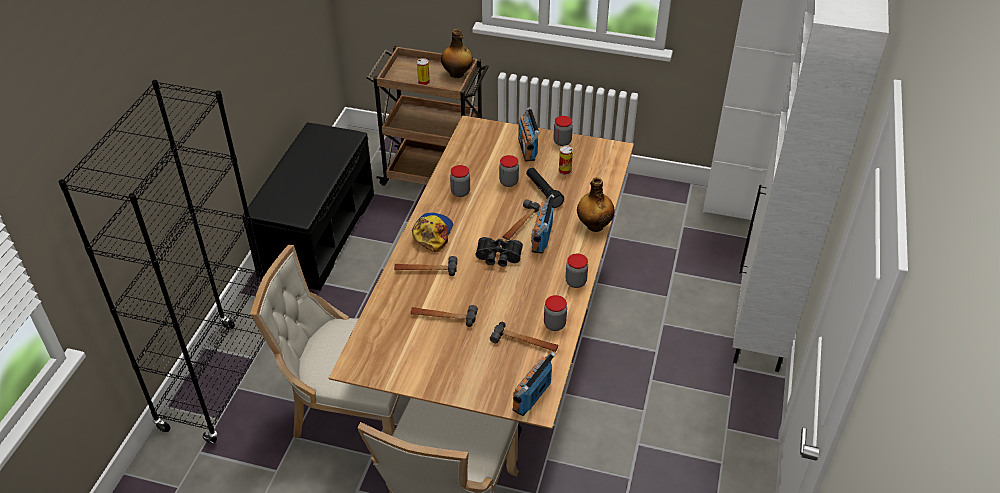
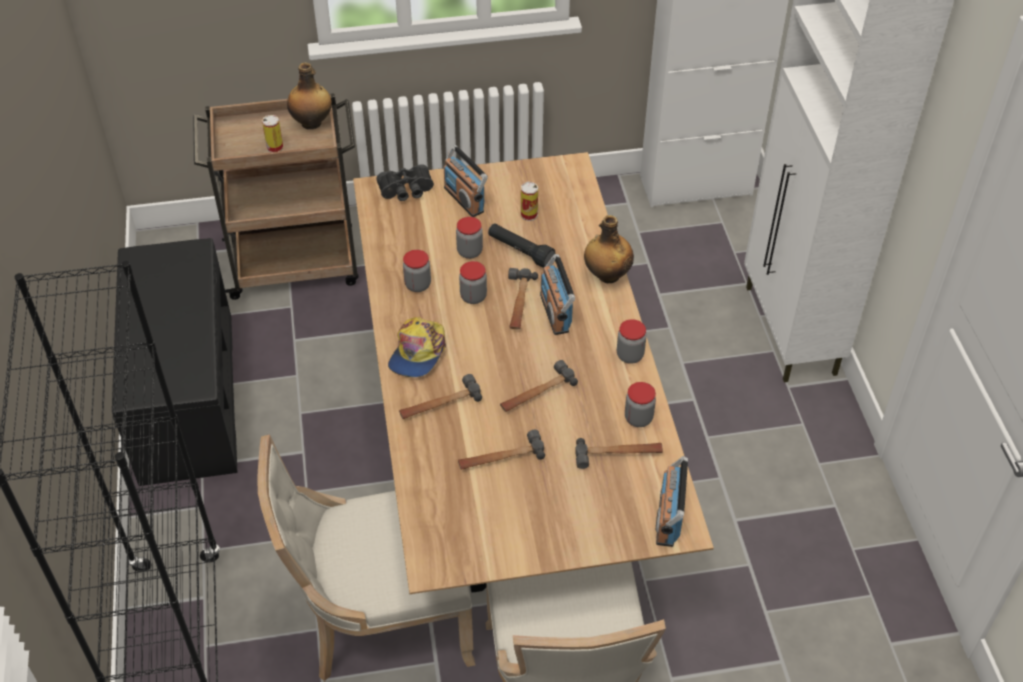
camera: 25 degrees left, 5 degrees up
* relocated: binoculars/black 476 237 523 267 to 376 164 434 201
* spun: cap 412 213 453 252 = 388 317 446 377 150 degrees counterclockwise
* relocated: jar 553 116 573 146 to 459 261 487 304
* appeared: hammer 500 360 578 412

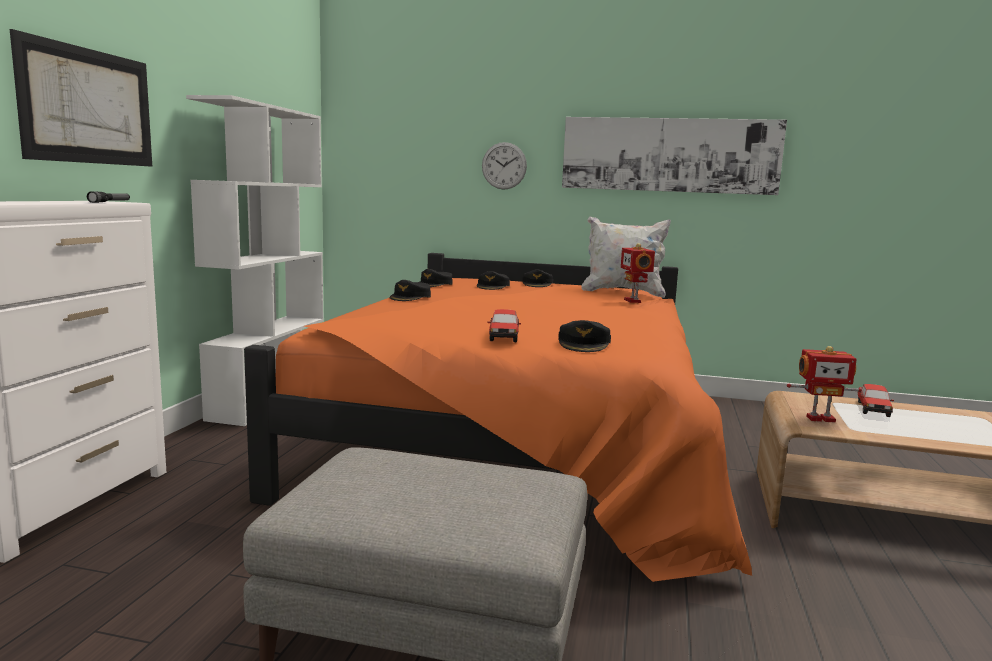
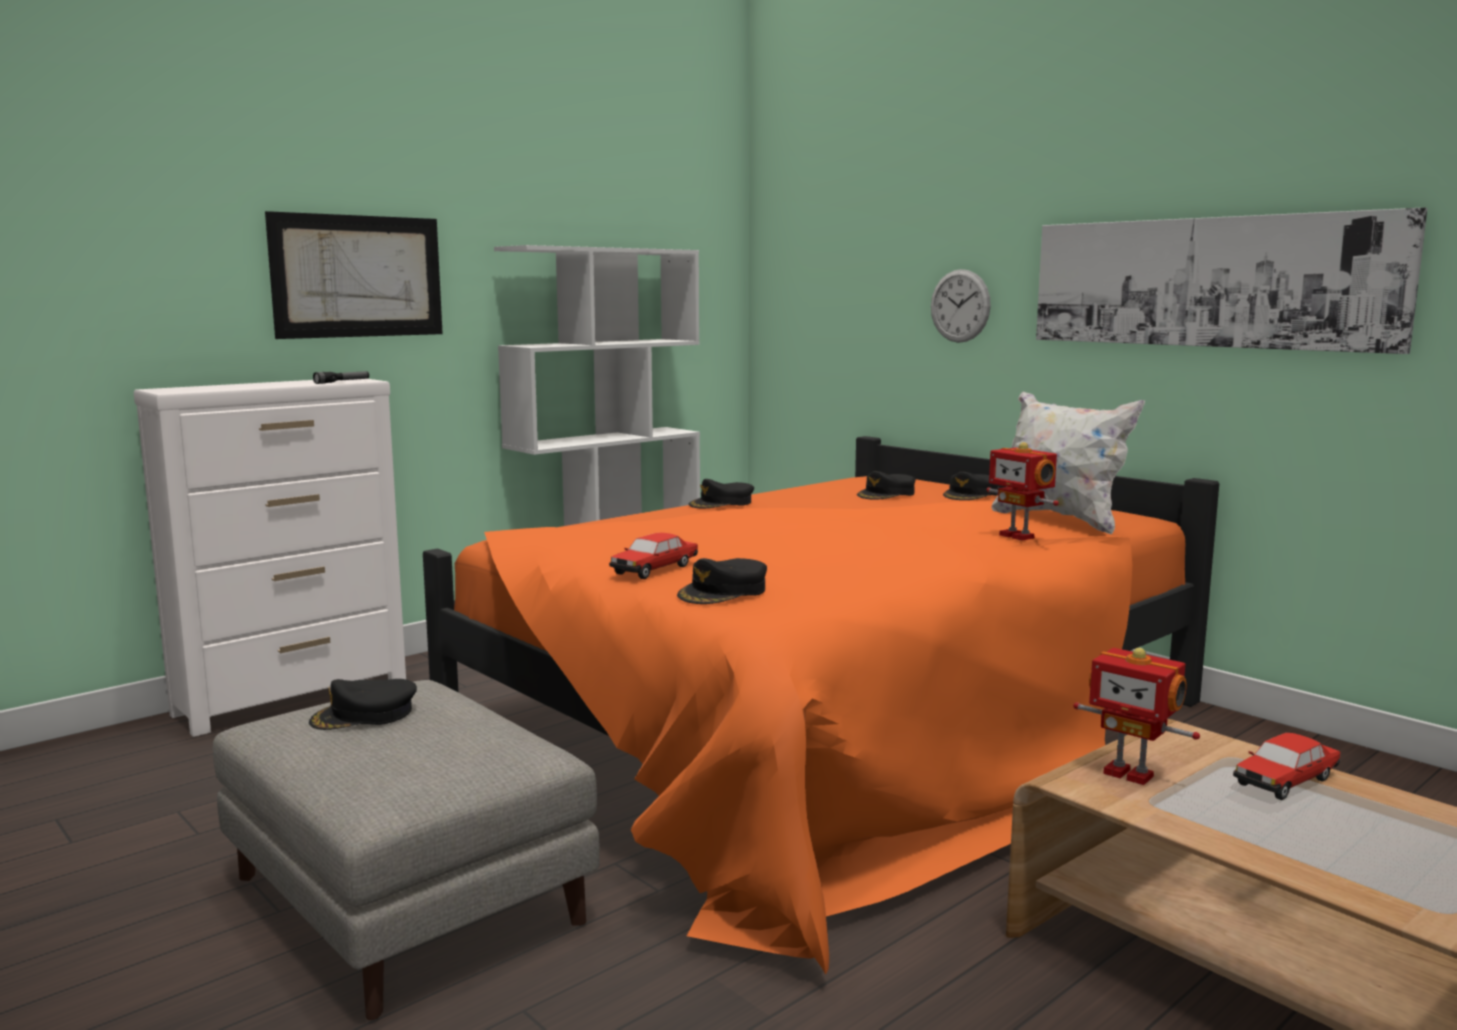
camera: 35 degrees right, 0 degrees up
* relocated: cap/black 420 269 453 287 to 309 679 417 730
* spun: toy robot 621 243 655 303 = 987 442 1059 541 60 degrees counterclockwise

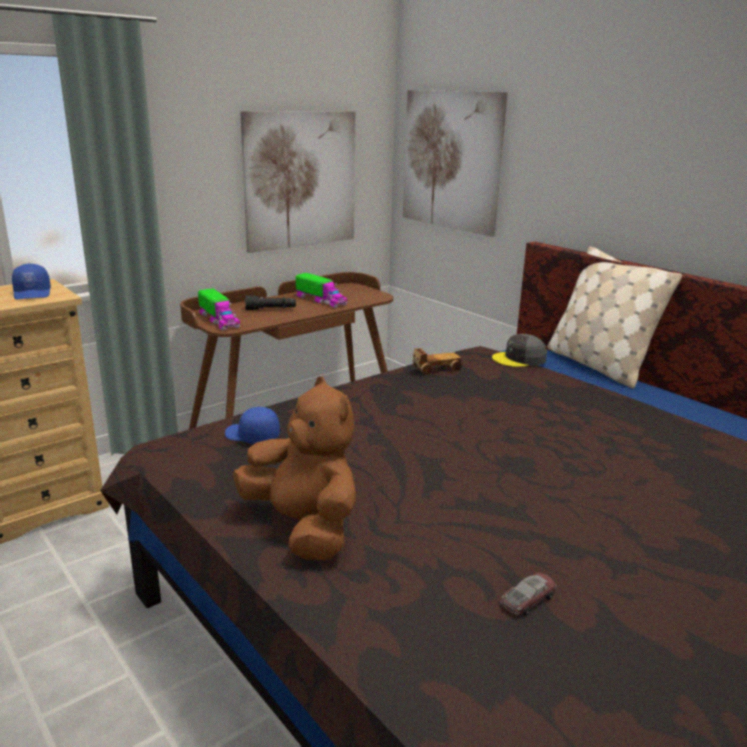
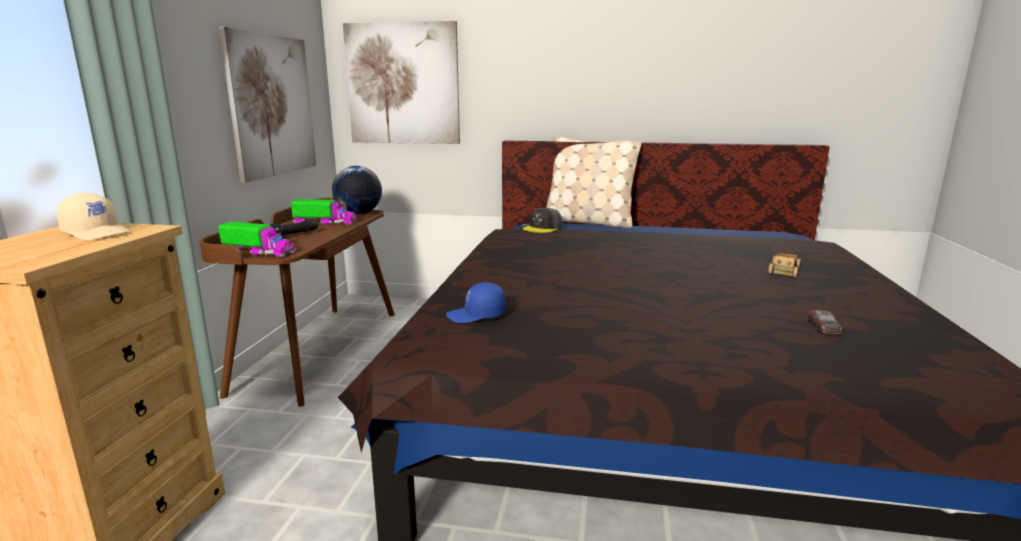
camera: 40 degrees left, 5 degrees down
* colour: cap/blue 12 263 51 300 to cap/beige 57 192 131 240
* appeared: globe 332 166 382 215
* relocated: toy car 413 348 462 375 to 768 253 801 278
* missing: plush toy/brown 233 376 356 560

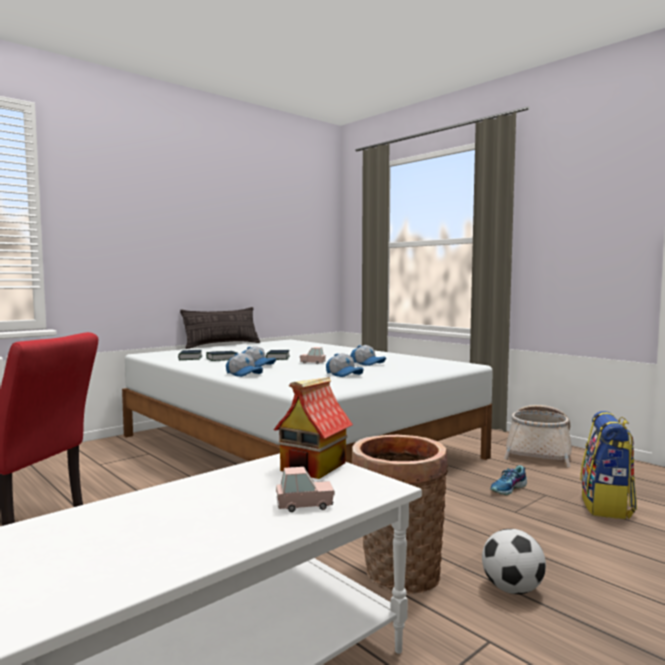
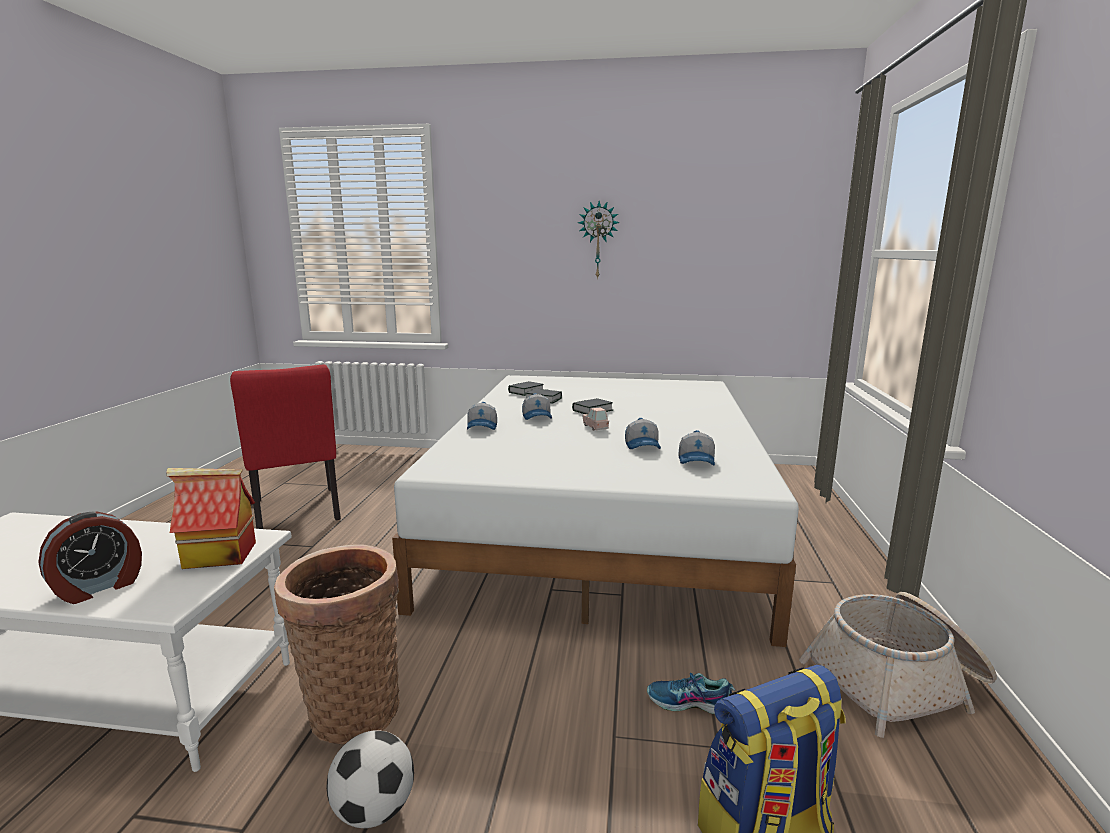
camera: 50 degrees right, 10 degrees up
* exchanged: toy car/pink 276 467 335 512 to alarm clock 38 511 142 604
* appeared: wall clock 578 201 620 279
* relocated: cap 326 353 364 377 to 679 430 715 465
* missing: pillow 180 307 260 349

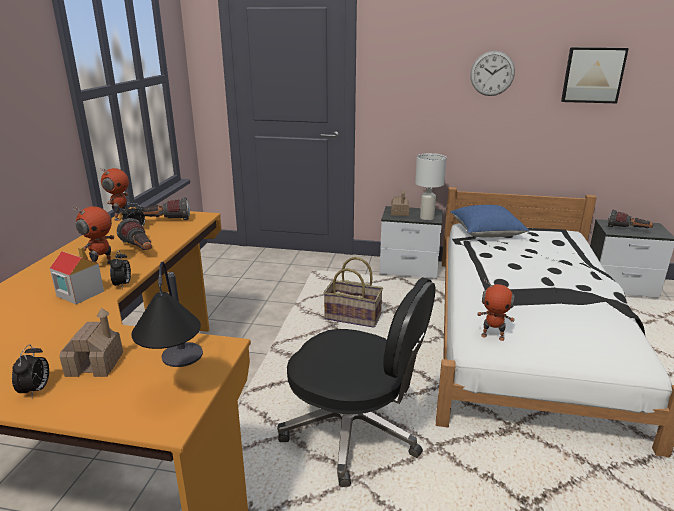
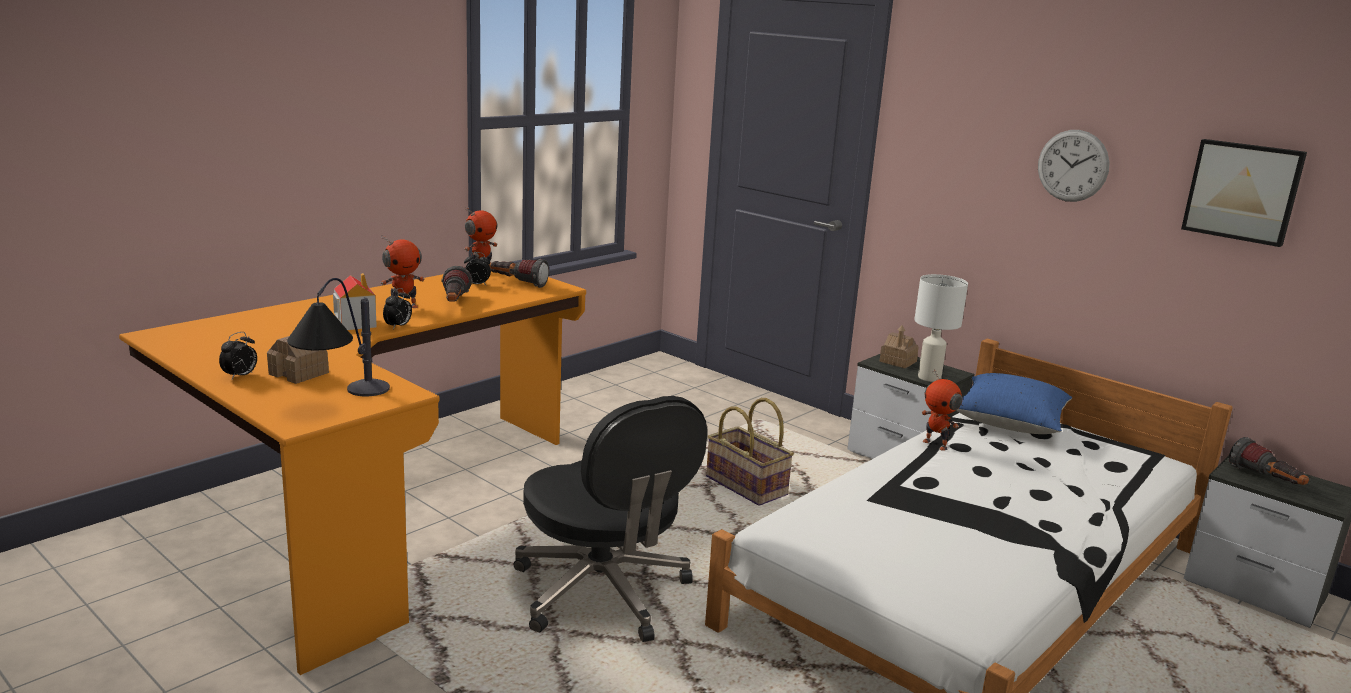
camera: 30 degrees right, 5 degrees down
* relocated: toy robot 477 278 515 341 to 922 369 962 451

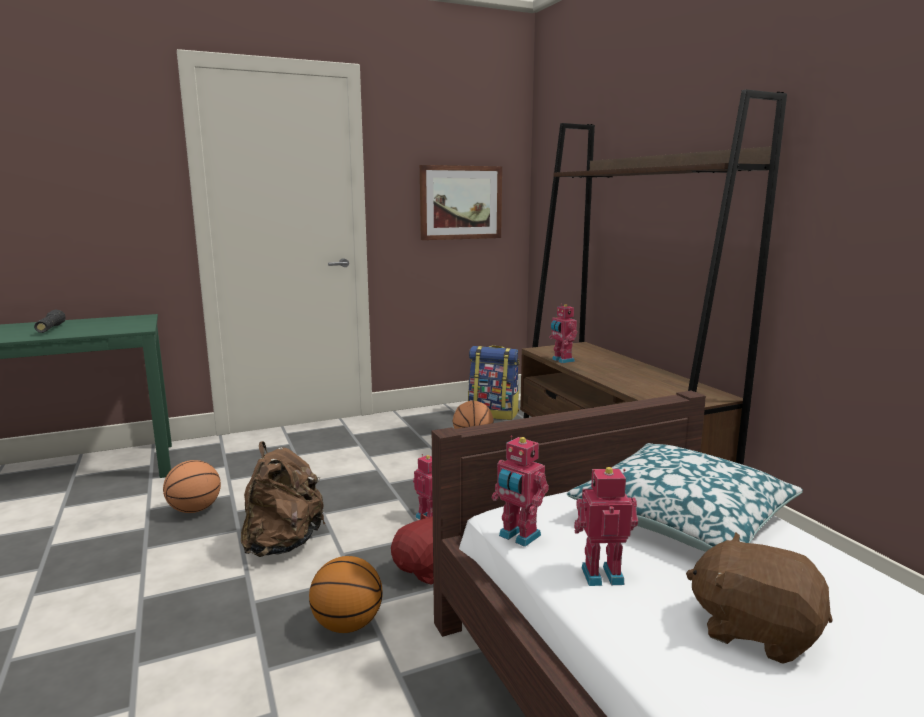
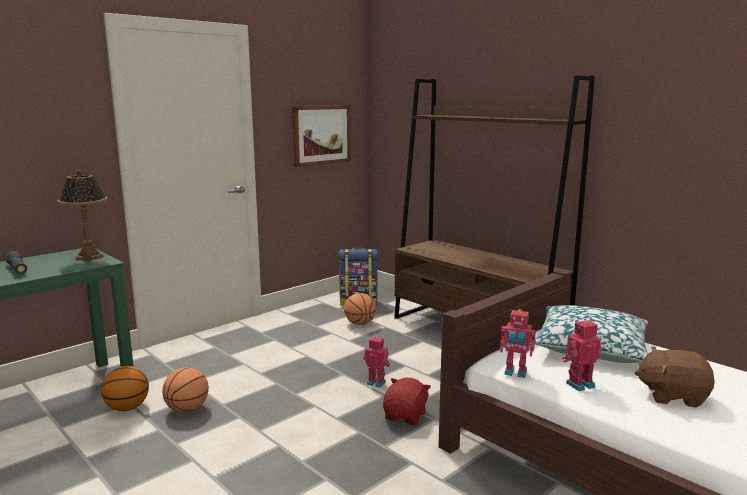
camera: 20 degrees left, 0 degrees up
* appeared: table lamp 57 170 108 261
* relocated: basketball 309 556 383 633 to 101 366 149 411
* missing: backpack/brown 241 441 325 557
* missing: toy robot 549 304 577 363

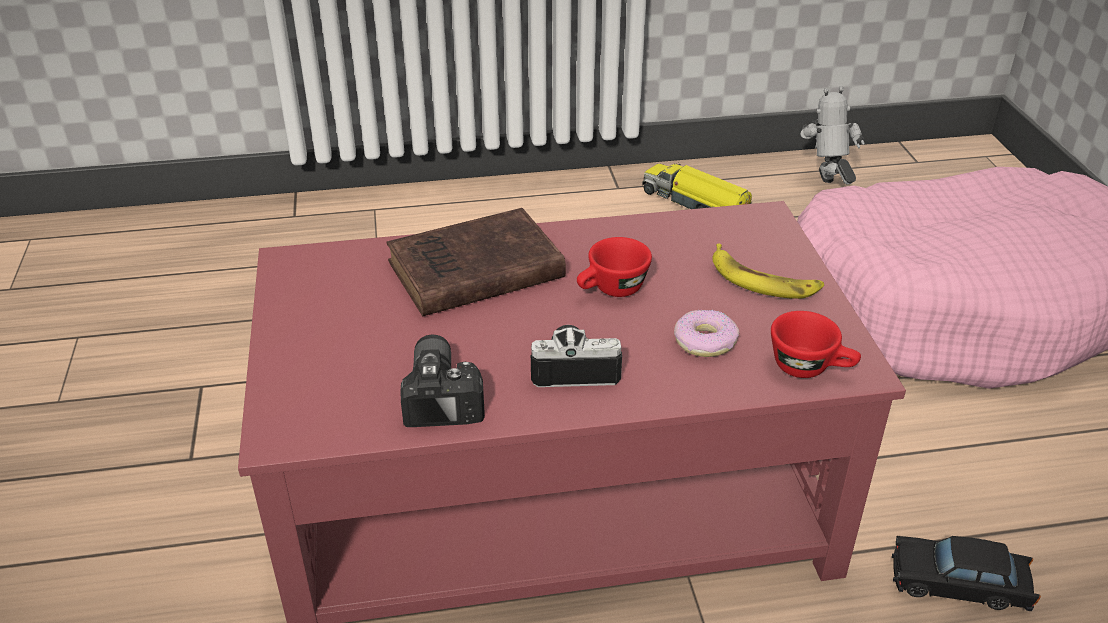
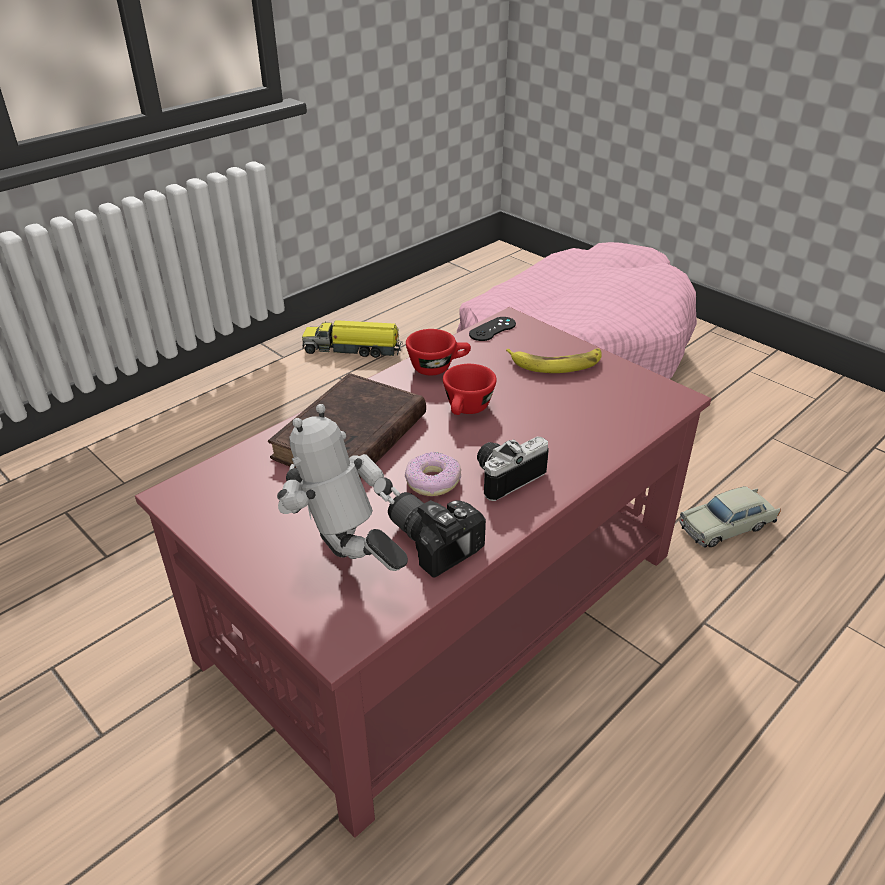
camera: 35 degrees left, 0 degrees up
* relocated: toy robot 800 86 865 185 to 277 404 408 571
* relocated: donut 674 309 740 357 to 405 452 461 496
* relocated: cup/red 771 311 861 378 to 406 329 471 376
* appeared: game controller/black 469 317 516 341
* colour: toy car/black 892 536 1041 611 to toy car/beige 679 486 781 548

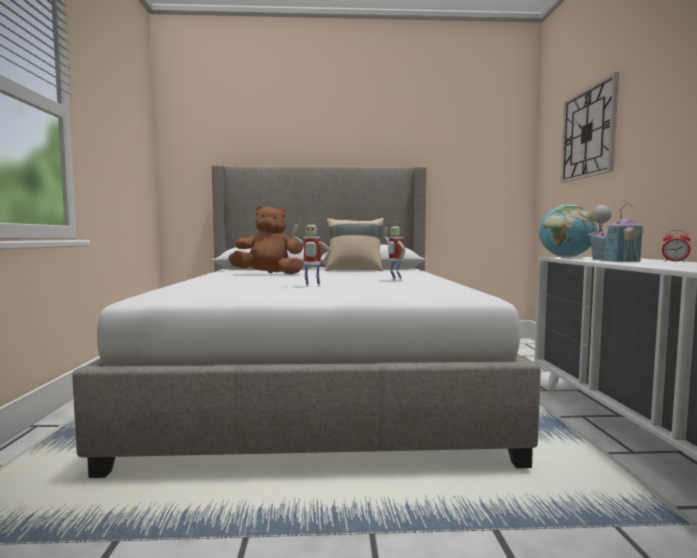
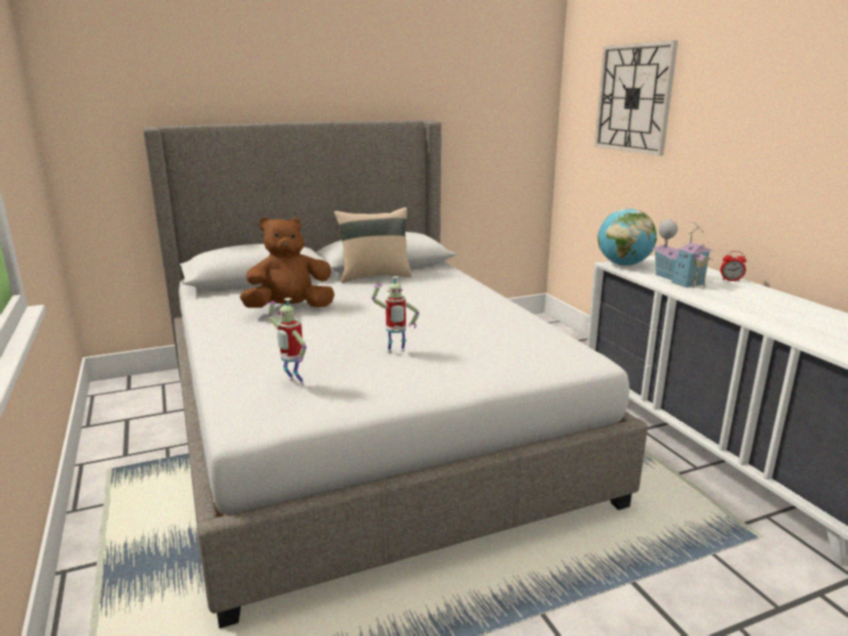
camera: 20 degrees left, 15 degrees up
* relocated: toy robot 384 222 405 281 to 267 298 307 385

